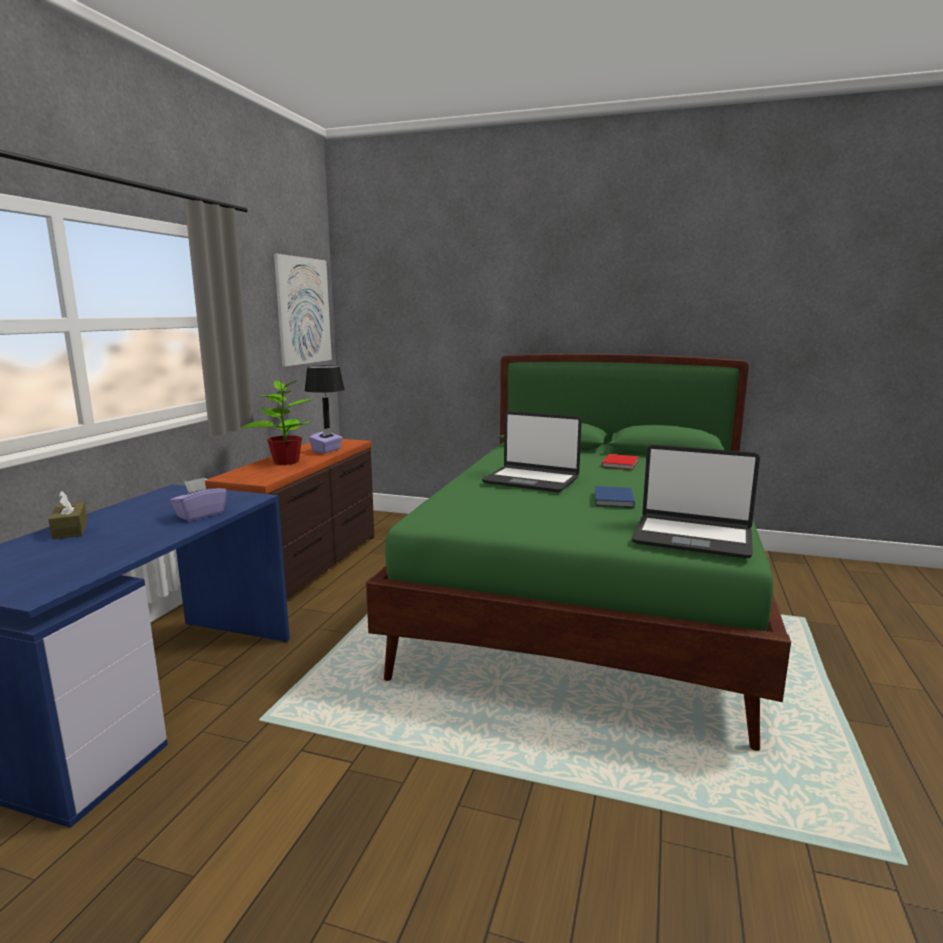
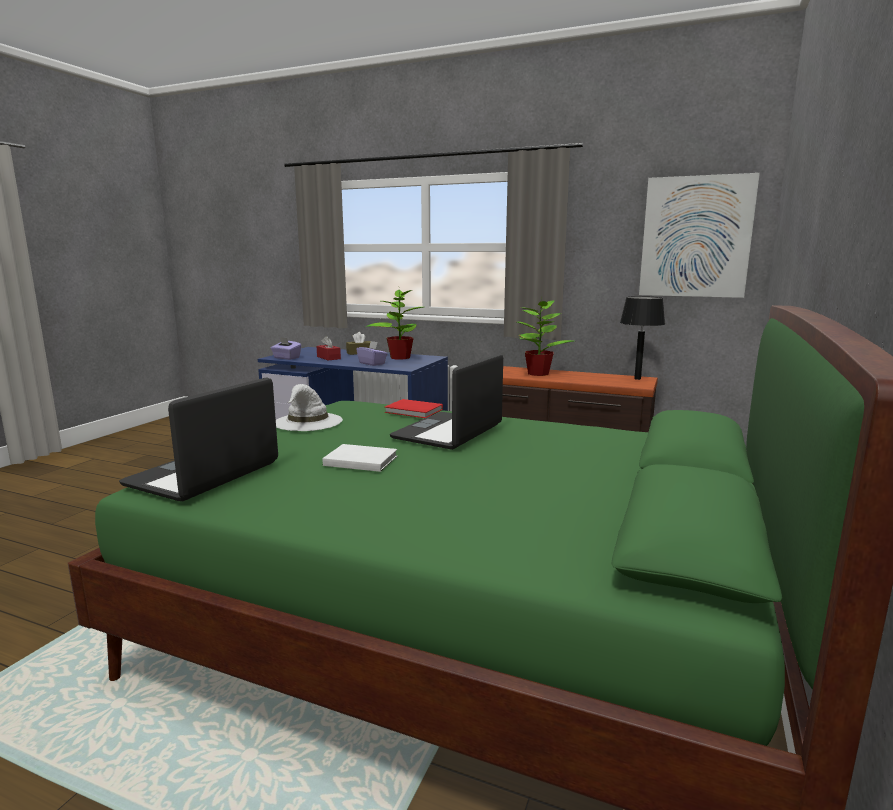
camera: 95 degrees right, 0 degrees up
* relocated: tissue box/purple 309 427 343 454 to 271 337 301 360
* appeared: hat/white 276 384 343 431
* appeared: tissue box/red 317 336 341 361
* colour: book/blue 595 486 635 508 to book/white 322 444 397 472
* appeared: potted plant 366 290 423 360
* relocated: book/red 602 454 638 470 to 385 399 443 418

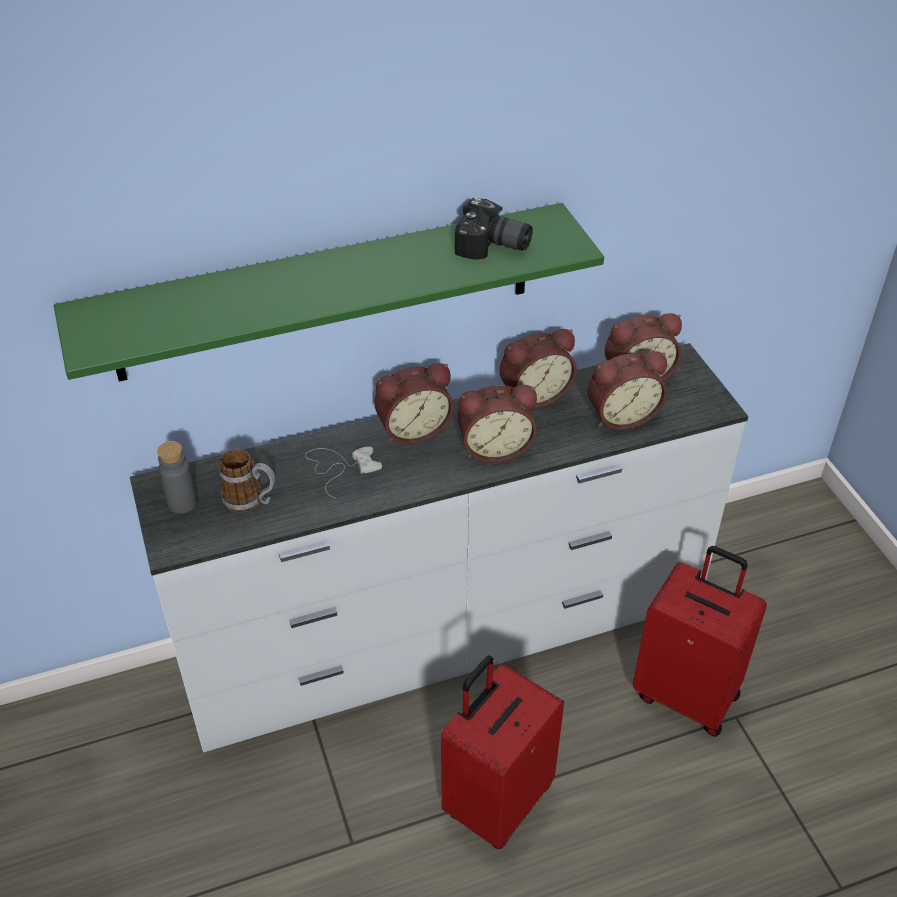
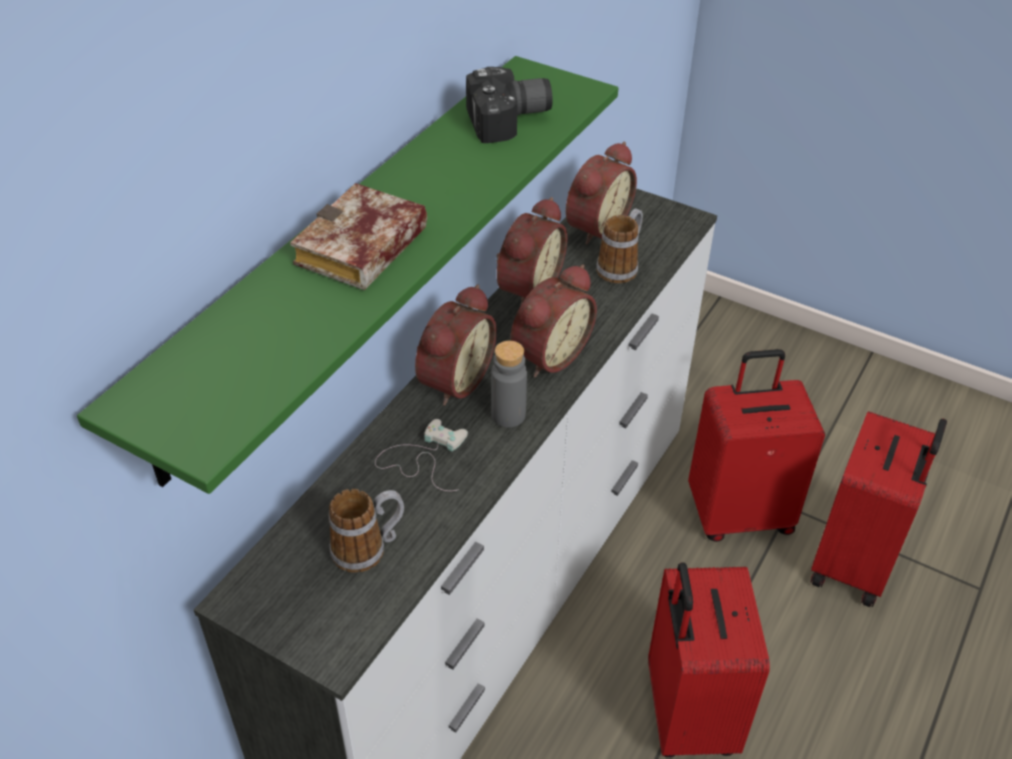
camera: 40 degrees left, 0 degrees up
* appeared: book 290 183 427 290
* relocated: bottle/grey 157 441 197 514 to 491 341 527 427
* exchanged: alarm clock 587 351 667 430 to mug 596 208 643 283
* appeared: suitcase/red 810 411 947 607

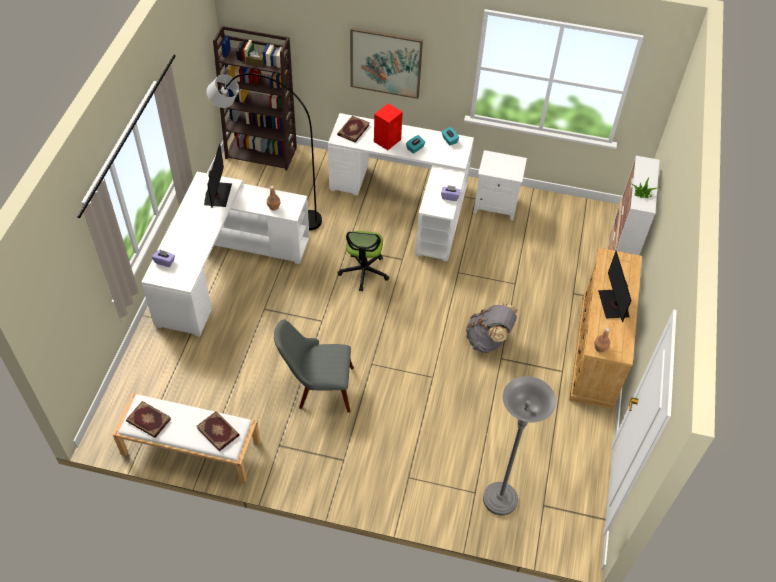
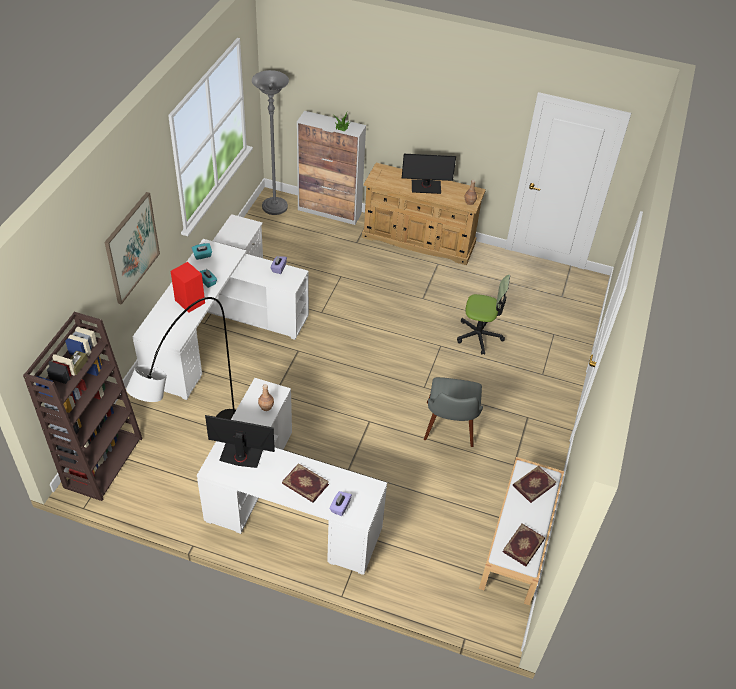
camera: 85 degrees left, 5 degrees down
* relocated: floor lamp/grey 483 376 556 515 to 252 70 289 215
* relocated: book 337 116 370 143 to 282 463 329 503
* relocated: office chair 337 231 389 291 to 457 275 510 355
* missing: backpack/grey 466 303 517 353

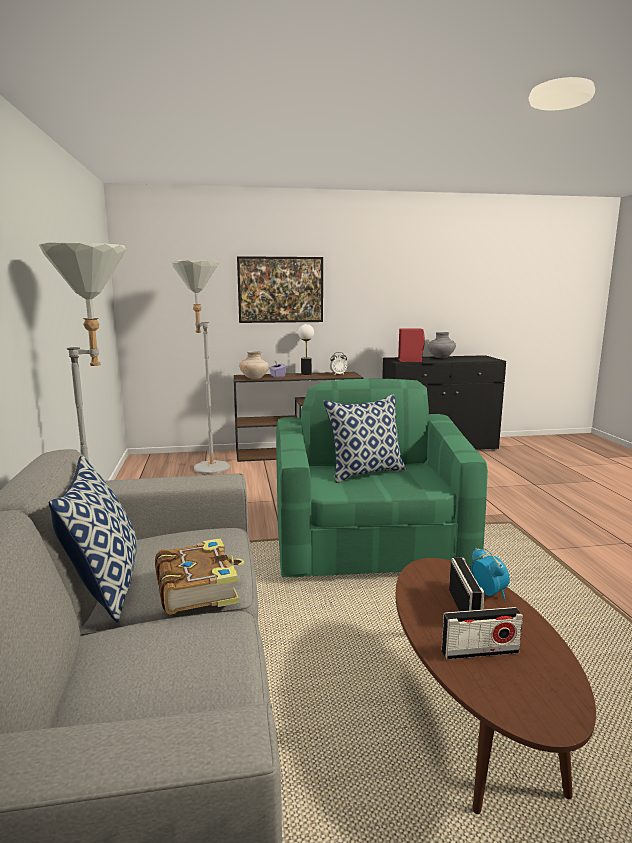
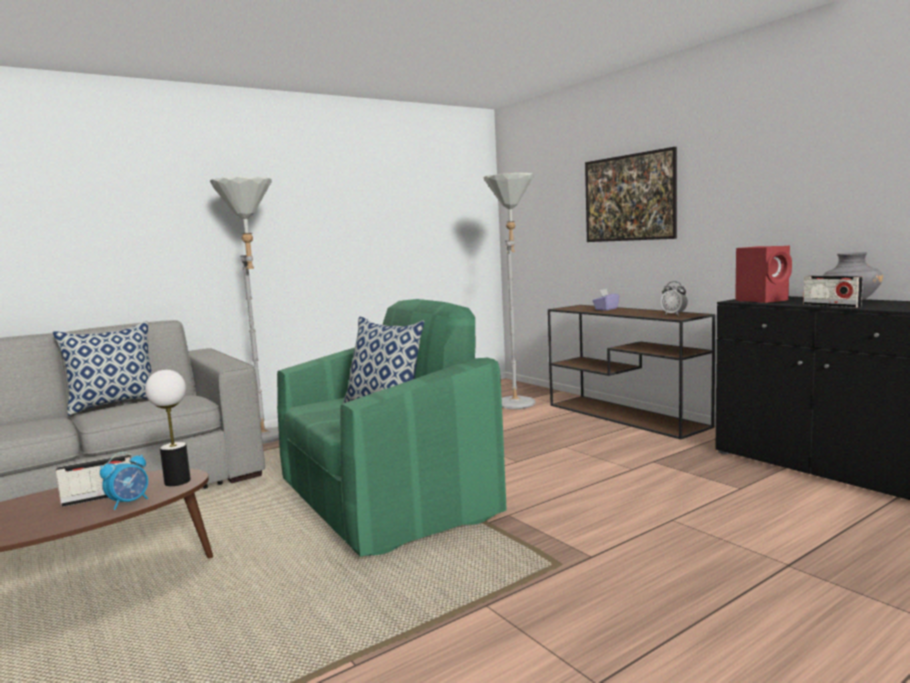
camera: 65 degrees right, 5 degrees down
* relocated: table lamp 298 324 314 375 to 145 369 191 486
* relocated: radio 442 607 523 660 to 803 275 863 308
* missing: book 155 538 244 615
* missing: vase/beige 239 351 269 379

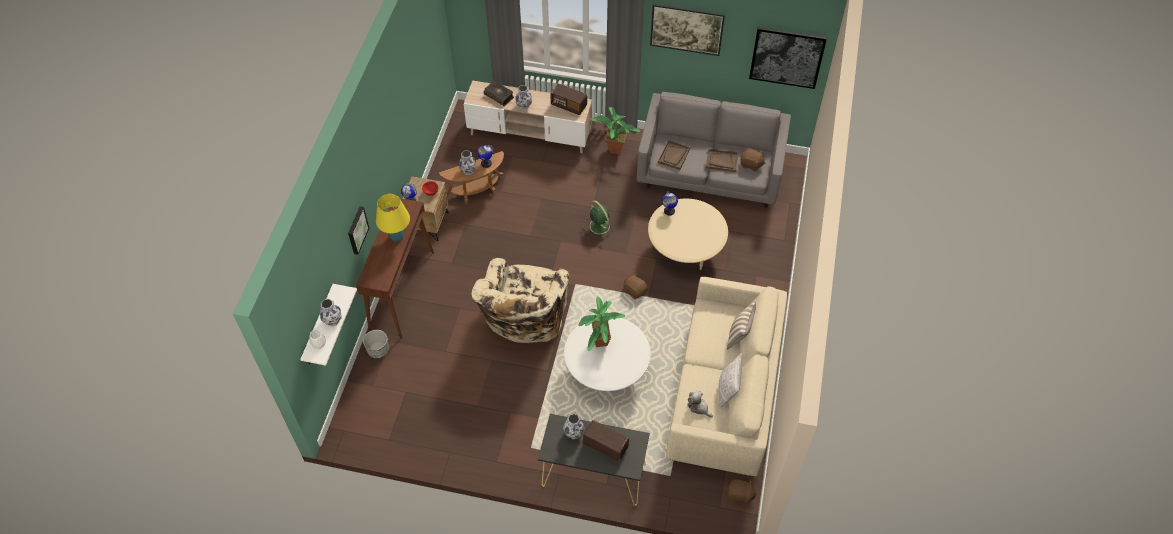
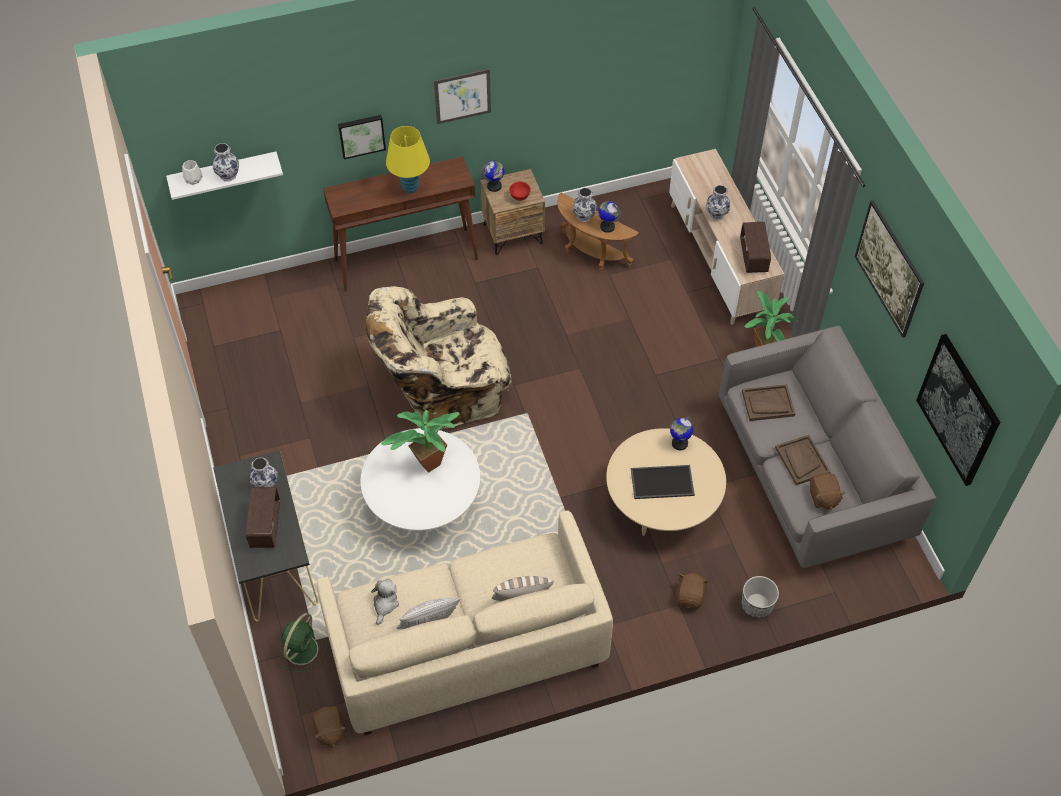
camera: 60 degrees right, 0 degrees up
* relocated: fan/green 584 201 614 239 to 280 613 327 672
* appeared: picture 434 69 491 124
* appeared: tray 631 465 695 499
* relocated: plush toy/brown 623 274 648 299 to 676 573 709 609
* relocated: planter 363 330 389 359 to 741 576 779 618
* missing: book 484 81 514 106

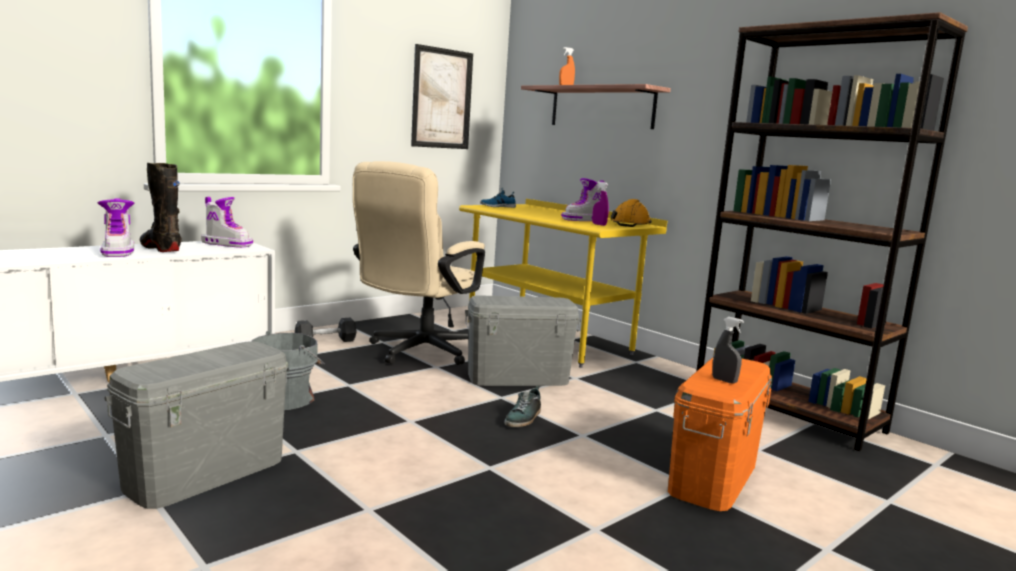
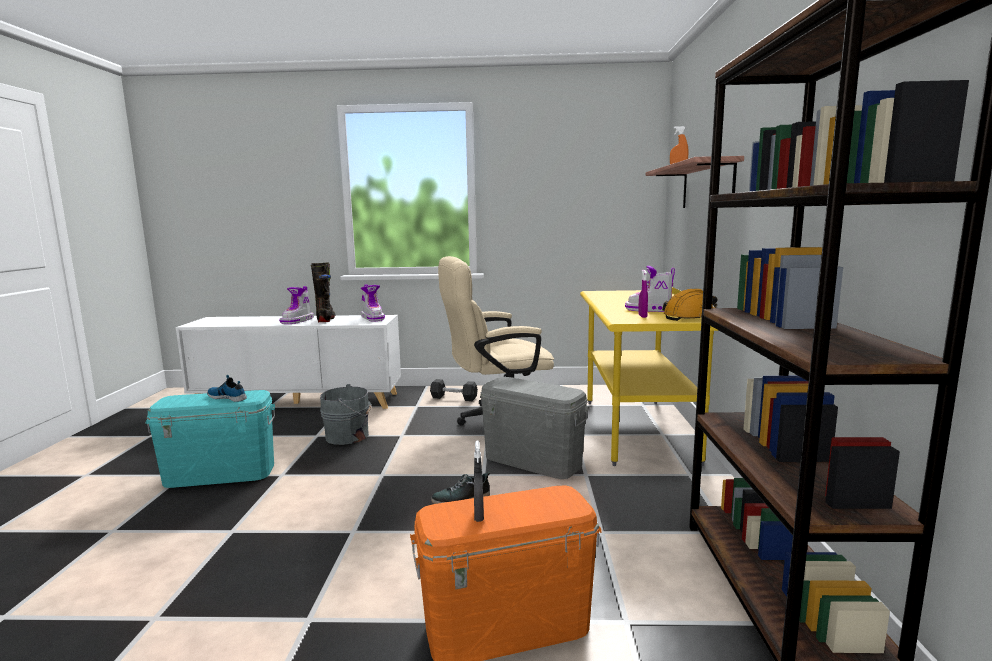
camera: 45 degrees right, 0 degrees up
* colour: storage box/grey 104 341 289 509 to storage box/turquoise 145 390 275 488
* relocated: shoe 480 188 516 208 to 207 375 247 402
* missing: picture 411 44 473 149

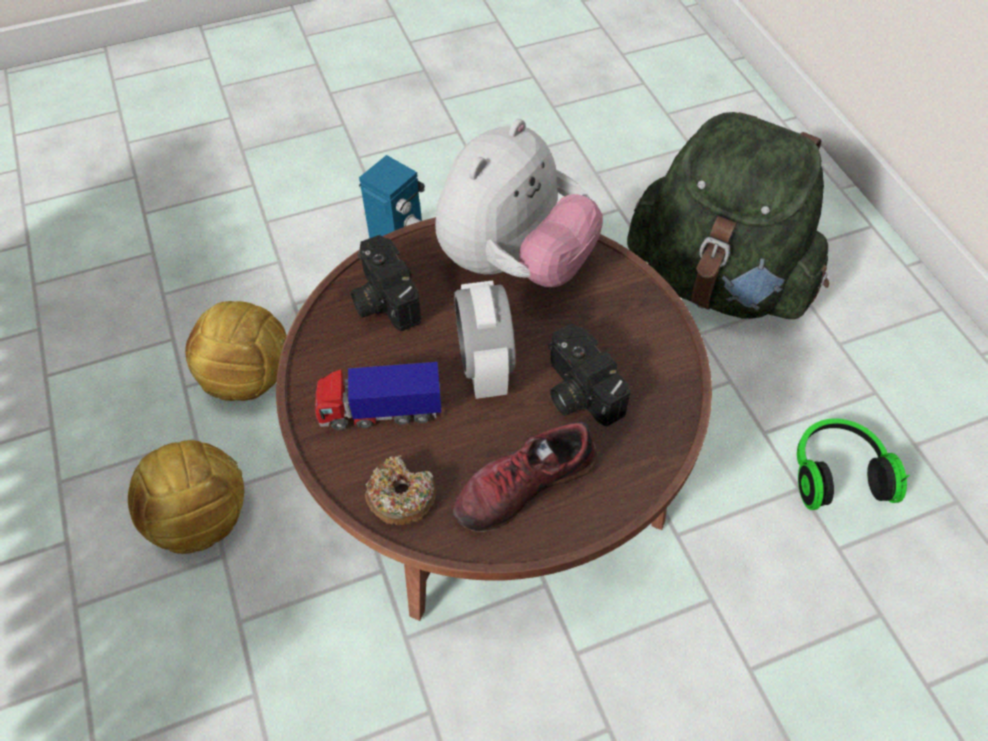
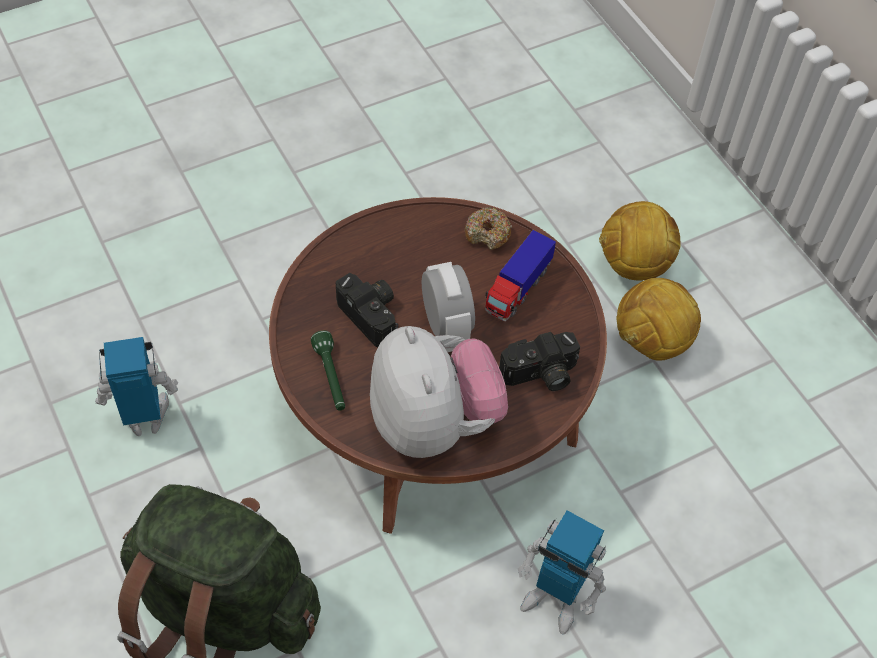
camera: 170 degrees right, 0 degrees up
* exchanged: headphones 797 418 910 510 to toy robot 95 337 178 436
* appeared: flashlight/green 311 331 345 411
* spun: plush toy 435 119 603 287 = 370 326 508 458 135 degrees clockwise
* spun: toy truck 315 362 441 430 = 485 230 556 321 135 degrees clockwise
* spun: photo camera 351 235 421 331 = 499 332 580 391 105 degrees clockwise
* relocated: football 185 301 287 401 to 599 201 681 281
* missing: shoe 453 422 597 532

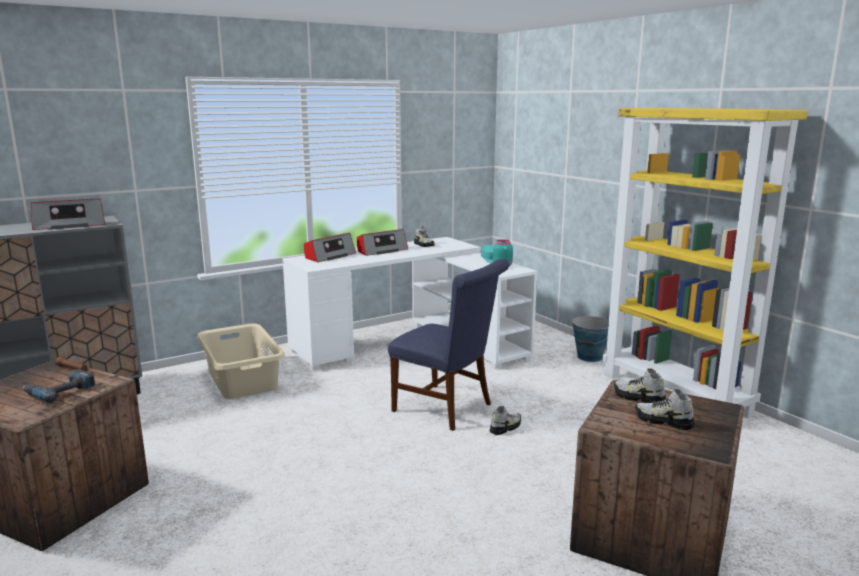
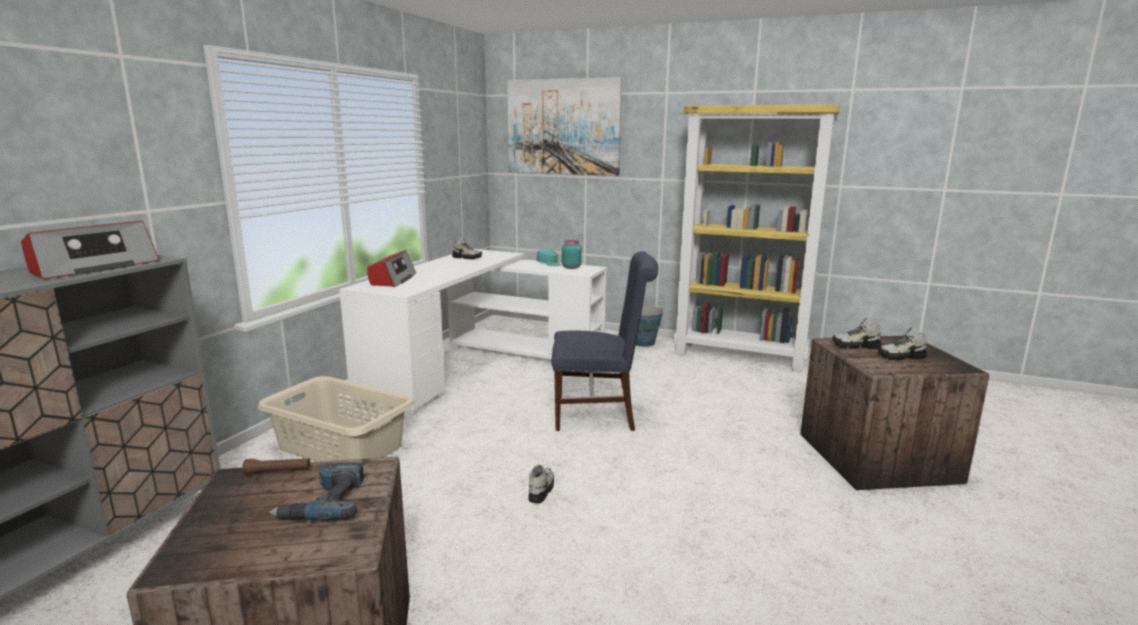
camera: 35 degrees left, 0 degrees up
* appeared: picture 507 77 622 176
* relocated: shoe 490 406 521 435 to 528 465 554 503
* missing: radio 357 229 408 256

